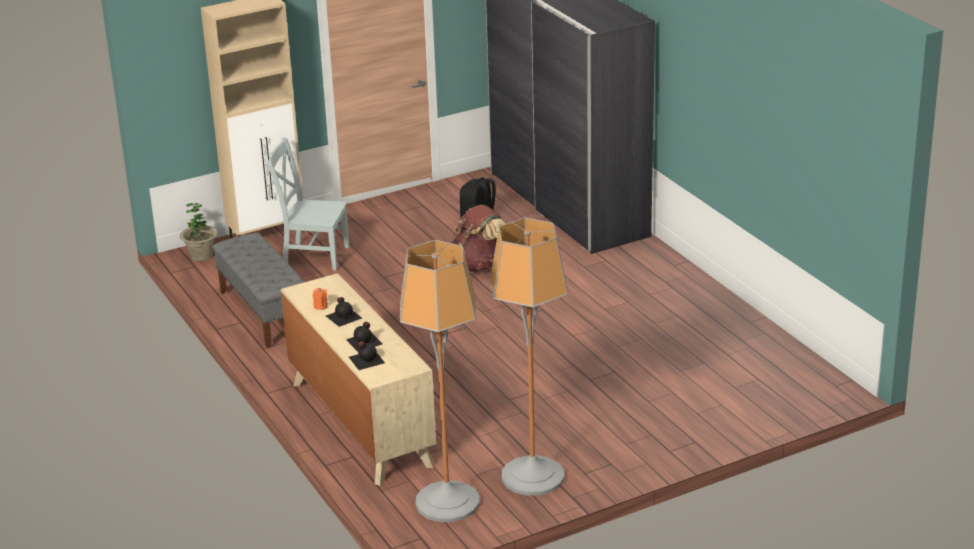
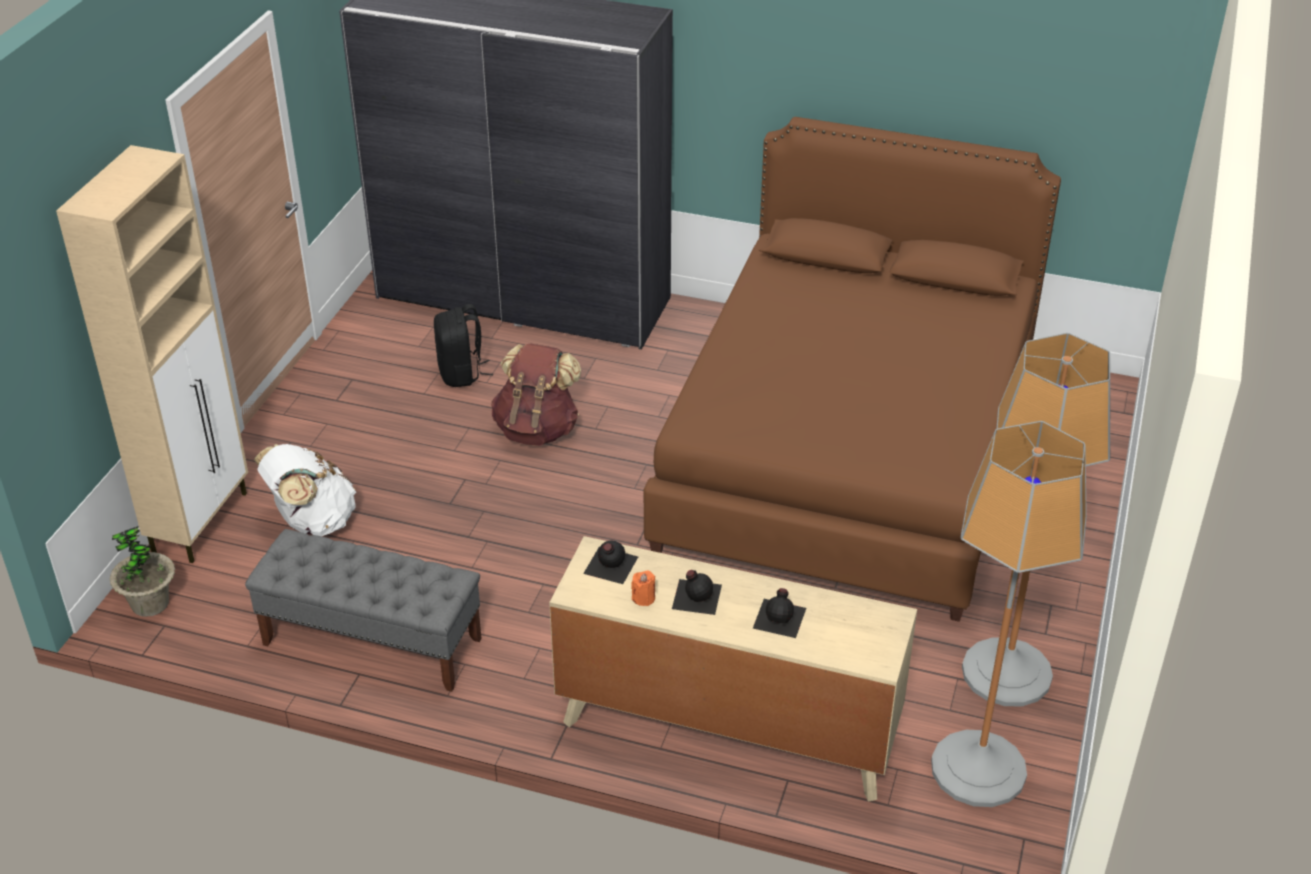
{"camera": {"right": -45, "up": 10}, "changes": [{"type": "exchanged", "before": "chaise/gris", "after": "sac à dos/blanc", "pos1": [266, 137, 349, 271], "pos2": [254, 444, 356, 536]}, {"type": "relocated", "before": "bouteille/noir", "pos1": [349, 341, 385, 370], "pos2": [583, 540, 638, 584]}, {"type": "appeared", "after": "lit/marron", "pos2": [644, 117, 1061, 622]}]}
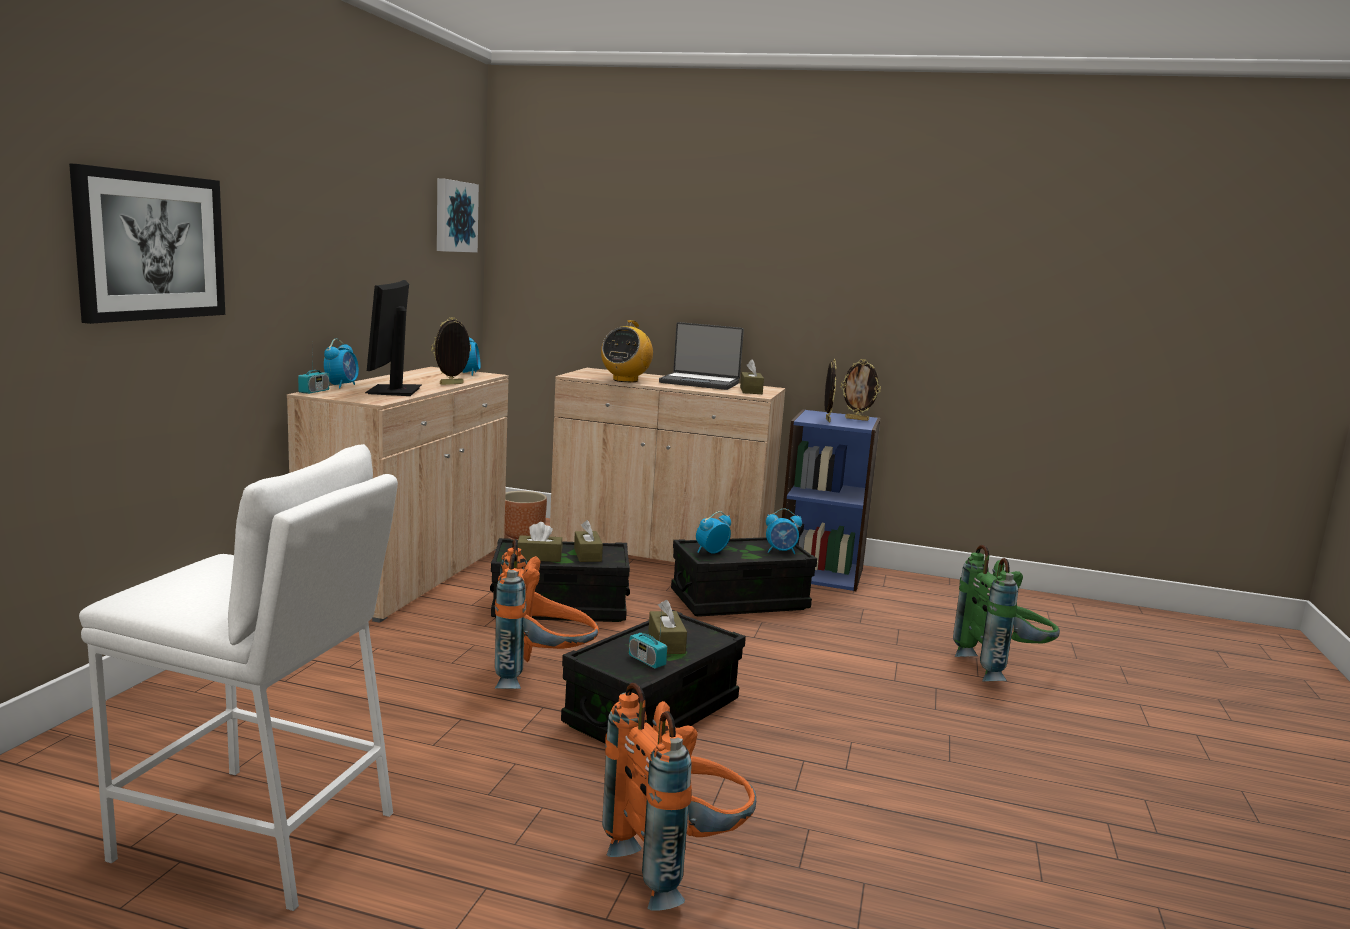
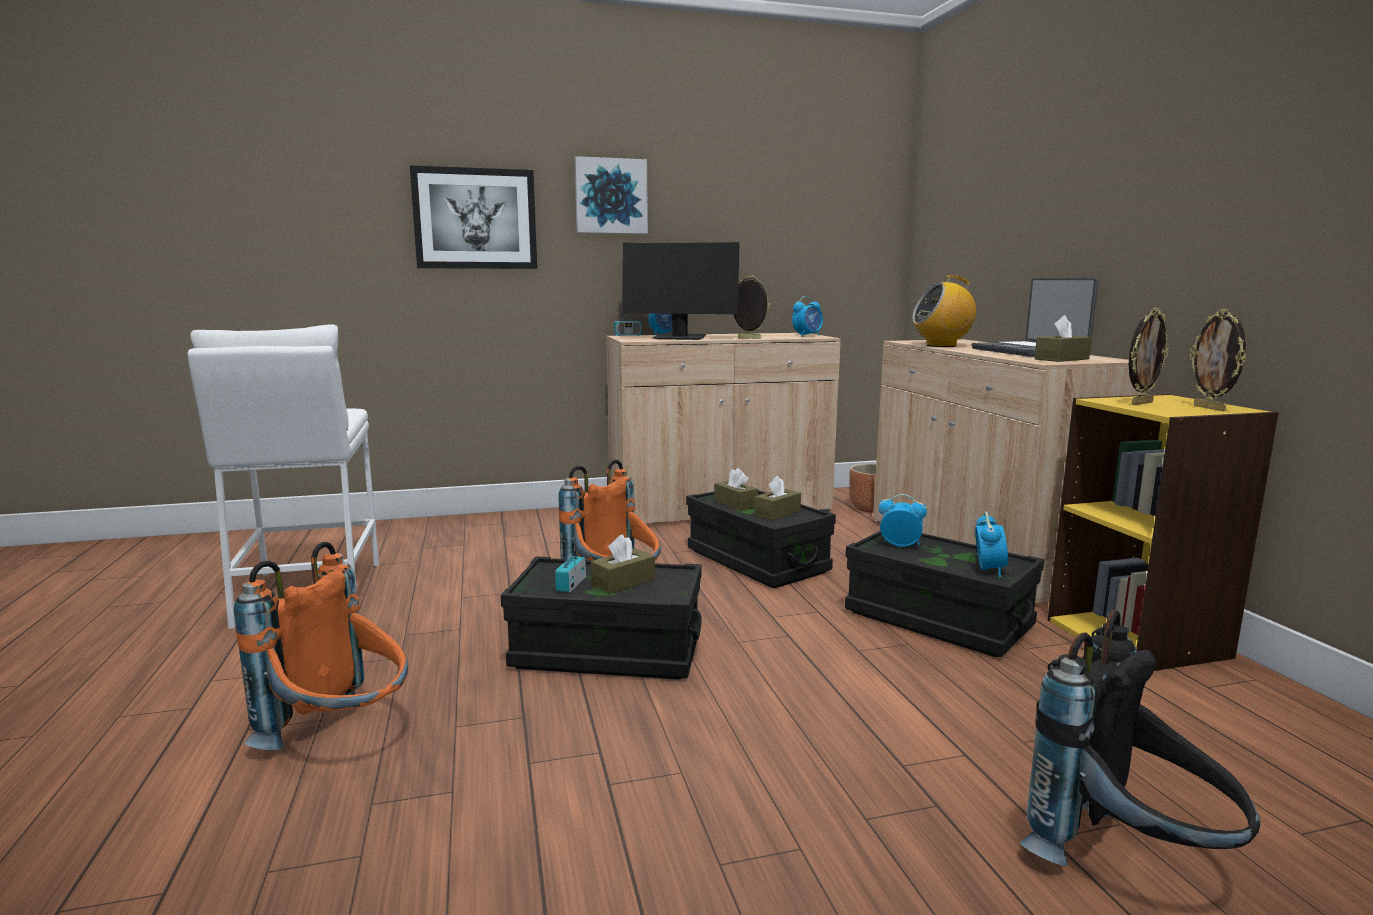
{"camera": {"right": 60, "up": 0}, "changes": [{"type": "spun", "before": "écran d'ordinateur", "pos1": [365, 280, 422, 396], "pos2": [622, 242, 739, 340], "turn": -135}, {"type": "relocated", "before": "tableau", "pos1": [437, 178, 479, 252], "pos2": [575, 156, 648, 234]}, {"type": "spun", "before": "réveil", "pos1": [766, 508, 802, 554], "pos2": [975, 511, 1008, 577], "turn": -135}, {"type": "colour", "before": "bibliothèque/bleu", "after": "bibliothèque/jaune", "pos1": [782, 409, 881, 591], "pos2": [1048, 394, 1279, 671]}, {"type": "colour", "before": "sac à dos/vert", "after": "sac à dos/noir", "pos1": [953, 545, 1060, 681], "pos2": [1020, 610, 1260, 866]}]}
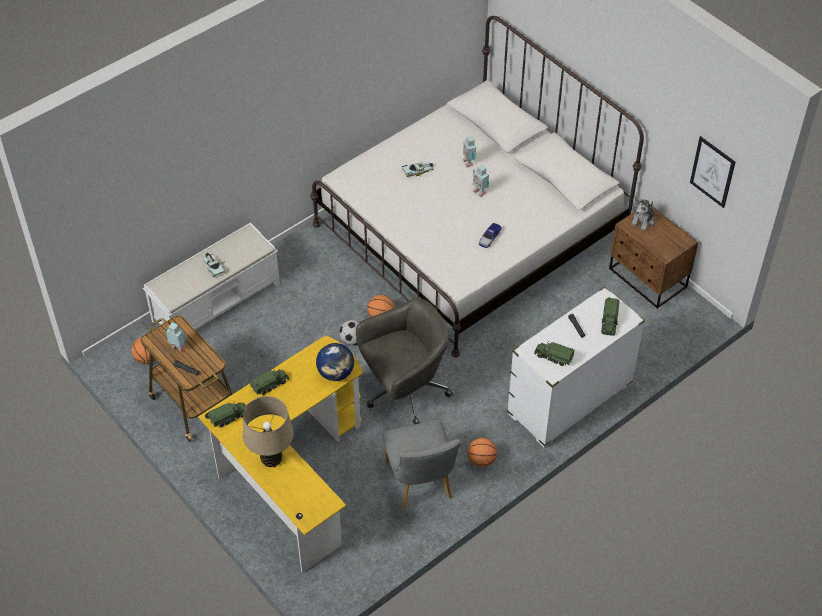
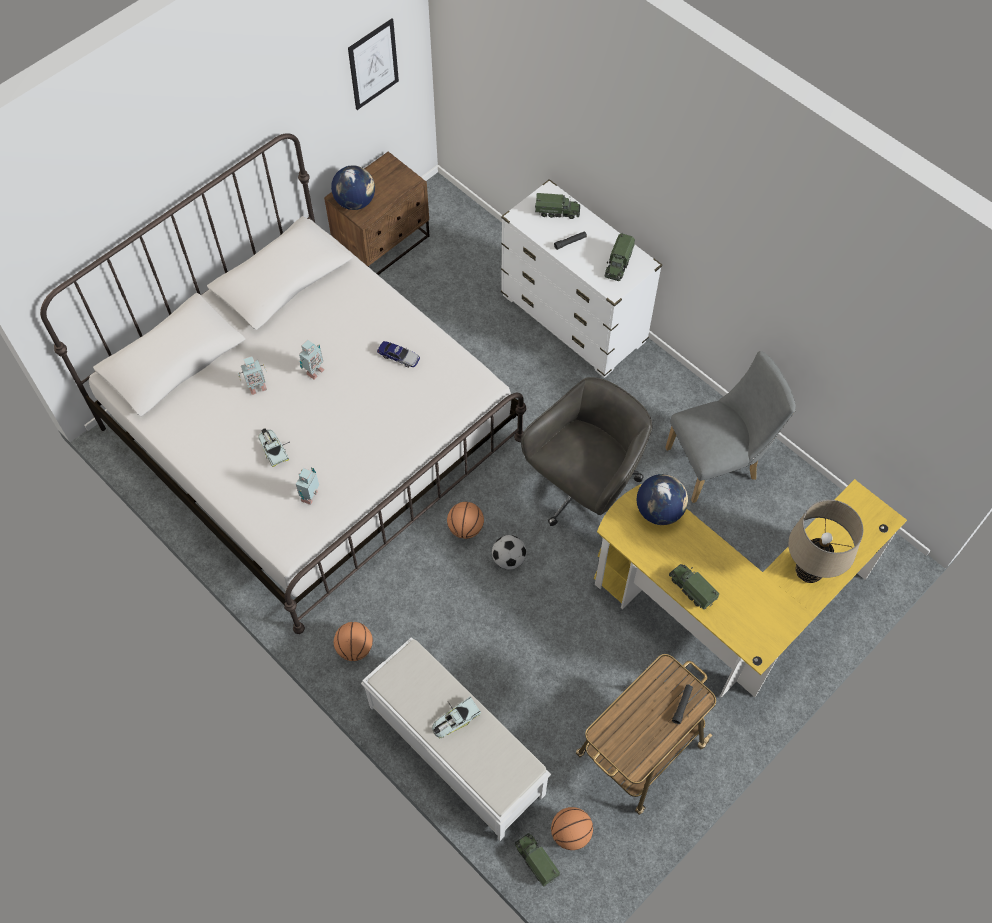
{"camera": {"right": -95, "up": 10}, "changes": [{"type": "relocated", "before": "robot jouet", "pos1": [166, 322, 186, 352], "pos2": [296, 468, 319, 505]}, {"type": "relocated", "before": "camion jouet", "pos1": [208, 402, 246, 427], "pos2": [515, 833, 560, 887]}, {"type": "spun", "before": "chaise de bureau/gris", "pos1": [356, 298, 452, 424], "pos2": [521, 377, 652, 526], "turn": 75}, {"type": "relocated", "before": "ballon de basket", "pos1": [467, 438, 497, 467], "pos2": [334, 622, 373, 661]}, {"type": "exchanged", "before": "peluche", "after": "globe", "pos1": [631, 198, 654, 231], "pos2": [331, 165, 375, 210]}]}
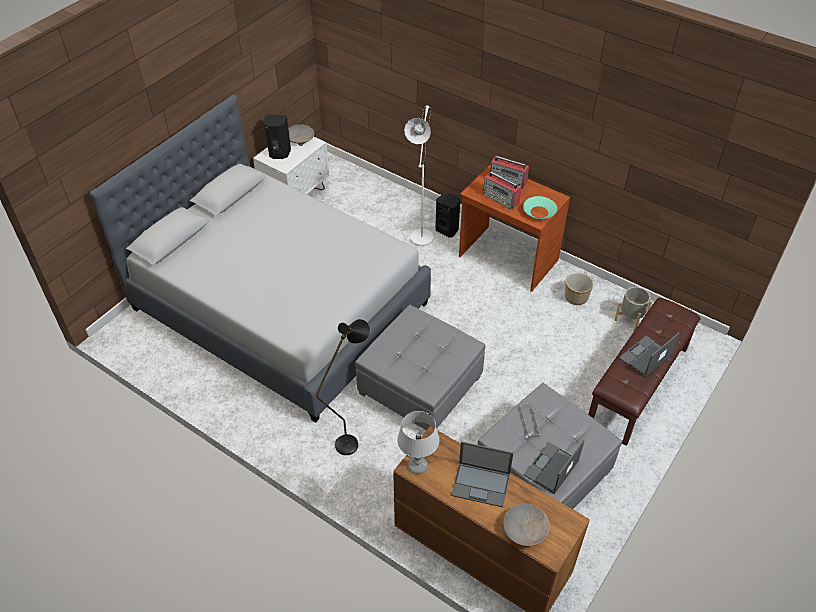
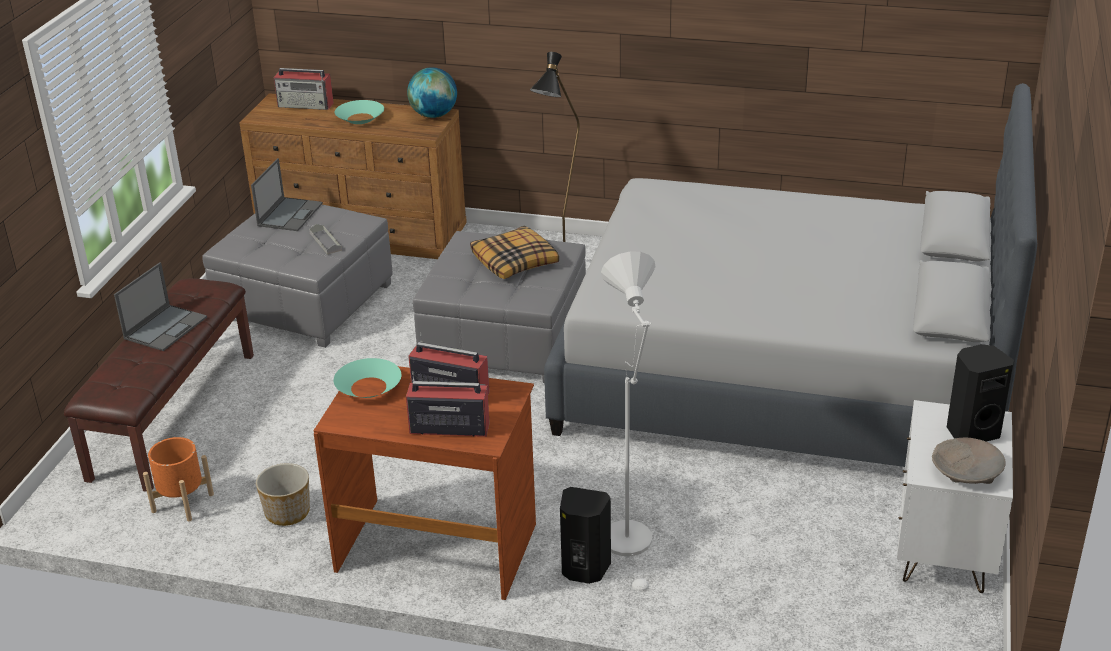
{"camera": {"right": 160, "up": -15}, "changes": [{"type": "exchanged", "before": "lampe de table/gris", "after": "globe", "pos1": [397, 411, 439, 474], "pos2": [407, 67, 457, 118]}, {"type": "exchanged", "before": "ordinateur portable", "after": "bol/turquoise", "pos1": [451, 441, 513, 507], "pos2": [335, 100, 384, 124]}, {"type": "exchanged", "before": "bol/beige", "after": "radio", "pos1": [503, 504, 550, 546], "pos2": [274, 68, 334, 110]}, {"type": "colour", "before": "cache-pot/gris", "after": "cache-pot/orange", "pos1": [614, 287, 653, 332], "pos2": [143, 437, 214, 522]}, {"type": "appeared", "after": "coussin", "pos2": [470, 226, 559, 279]}]}
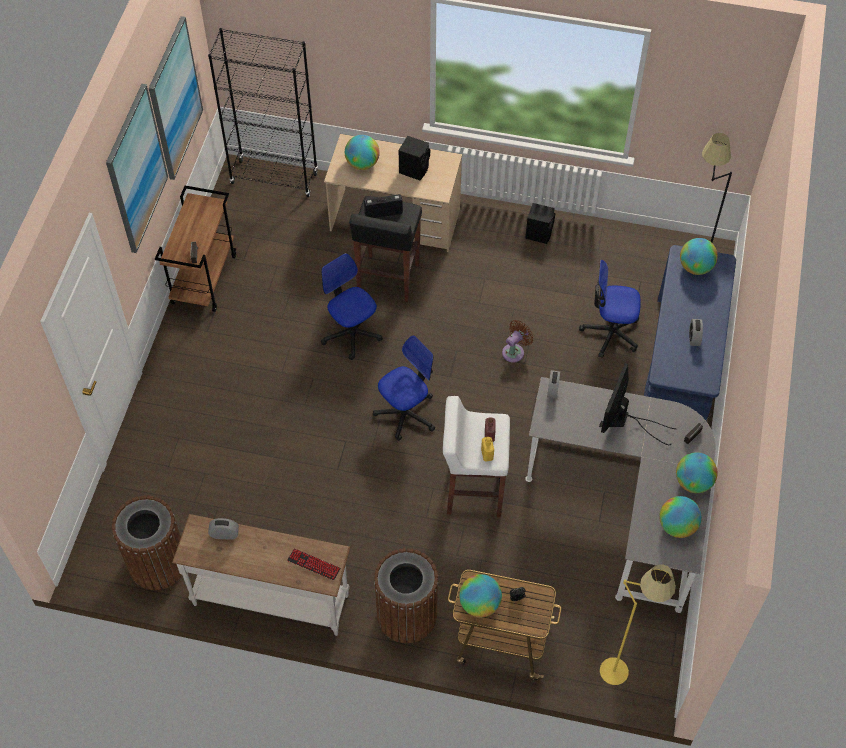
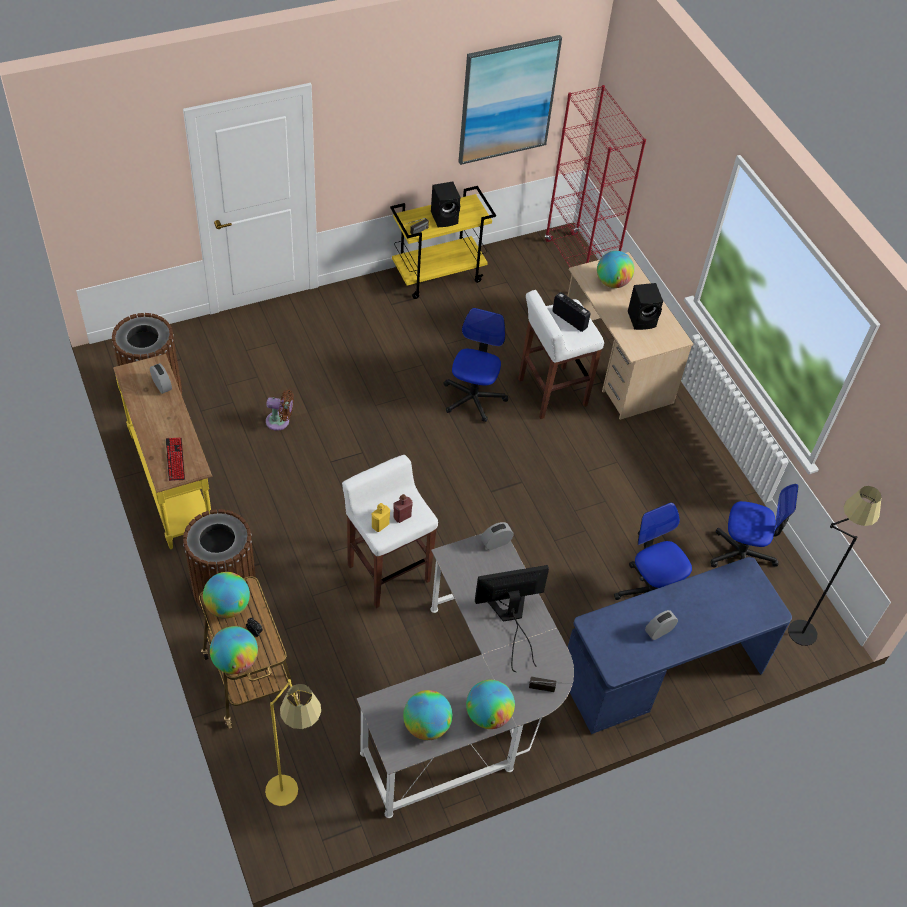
{"camera": {"right": 50, "up": -5}, "changes": [{"type": "missing", "before": "tableau", "pos1": [106, 84, 168, 253]}, {"type": "colour", "before": "chariot/marron", "after": "chariot/jaune", "pos1": [155, 186, 236, 312], "pos2": [390, 186, 496, 299]}, {"type": "colour", "before": "table console/blanc", "after": "table console/jaune", "pos1": [172, 514, 350, 636], "pos2": [113, 354, 213, 549]}, {"type": "colour", "before": "bibliothèque/noir", "after": "bibliothèque/rouge", "pos1": [208, 28, 318, 197], "pos2": [545, 85, 646, 267]}, {"type": "colour", "before": "tabouret/noir", "after": "tabouret/blanc", "pos1": [349, 196, 422, 302], "pos2": [518, 290, 604, 419]}, {"type": "relocated", "before": "chaise de bureau", "pos1": [373, 335, 435, 441], "pos2": [710, 484, 799, 567]}, {"type": "relocated", "before": "ventilateur/marron", "pos1": [502, 320, 534, 362], "pos2": [266, 390, 294, 431]}, {"type": "relocated", "before": "enceinte/noir", "pos1": [525, 203, 555, 244], "pos2": [431, 181, 460, 227]}, {"type": "relocated", "before": "globe", "pos1": [680, 238, 718, 275], "pos2": [210, 626, 258, 674]}]}
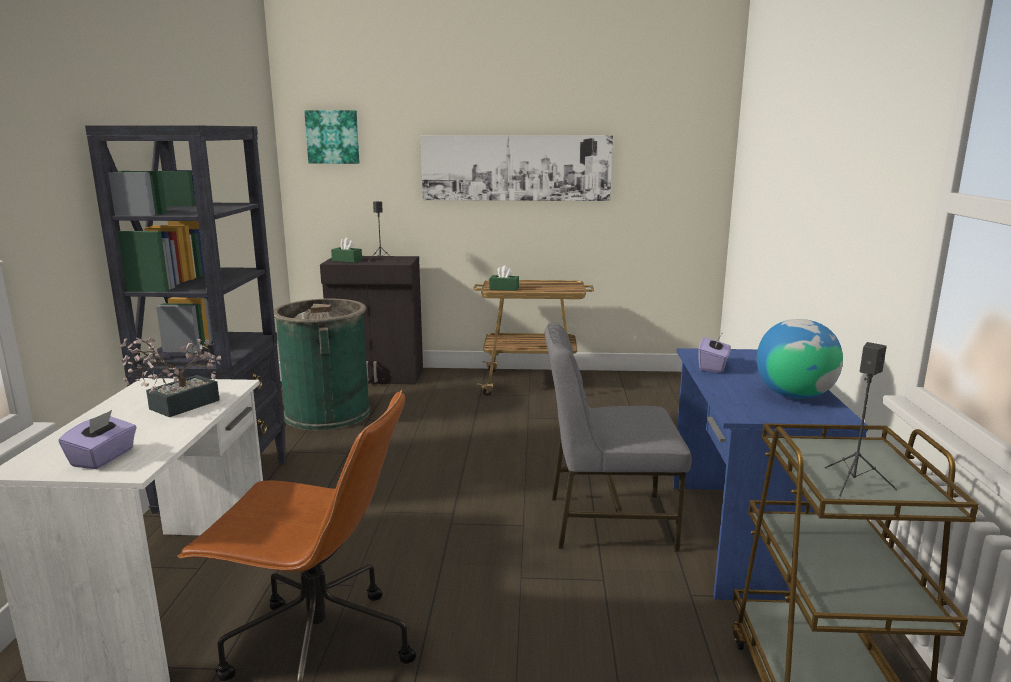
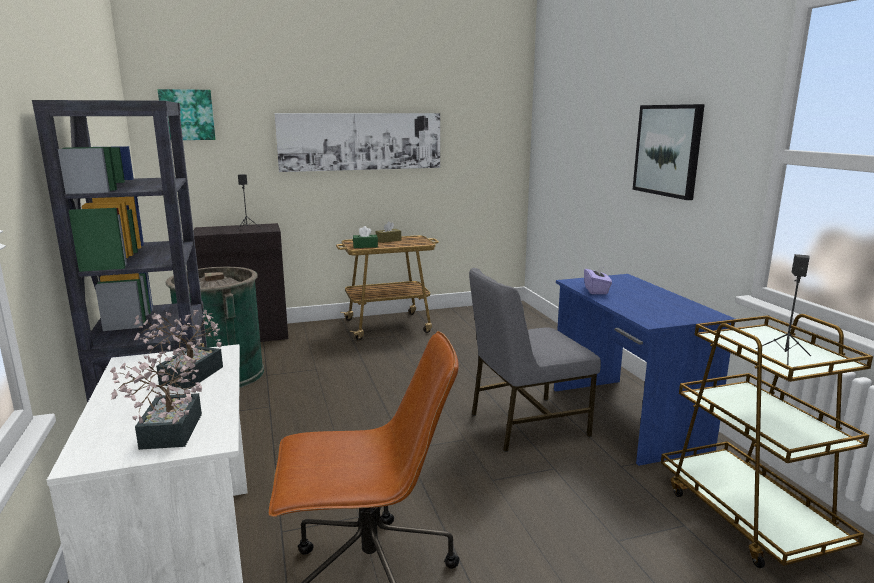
{"camera": {"right": -20, "up": 0}, "changes": [{"type": "exchanged", "before": "boîte à mouchoirs/violet", "after": "plante en pot", "pos1": [58, 410, 137, 469], "pos2": [110, 350, 202, 450]}, {"type": "missing", "before": "boîte à mouchoirs/vert", "pos1": [331, 238, 362, 263]}, {"type": "missing", "before": "globe", "pos1": [757, 319, 843, 399]}, {"type": "appeared", "after": "boîte à mouchoirs/marron", "pos2": [376, 221, 401, 243]}, {"type": "appeared", "after": "tableau", "pos2": [633, 104, 705, 200]}]}
